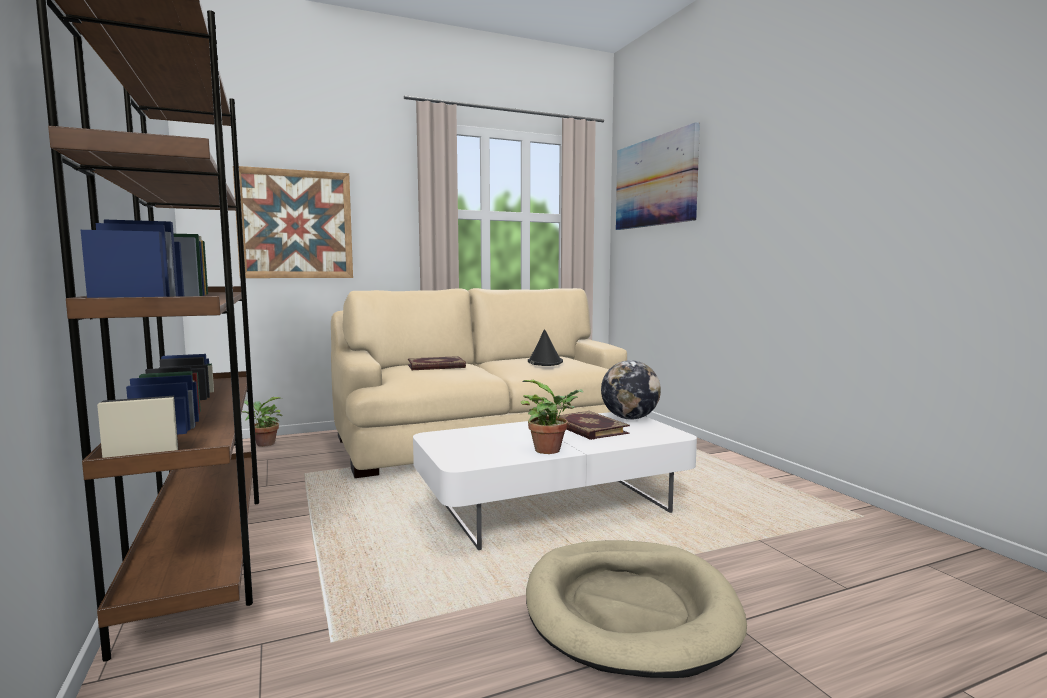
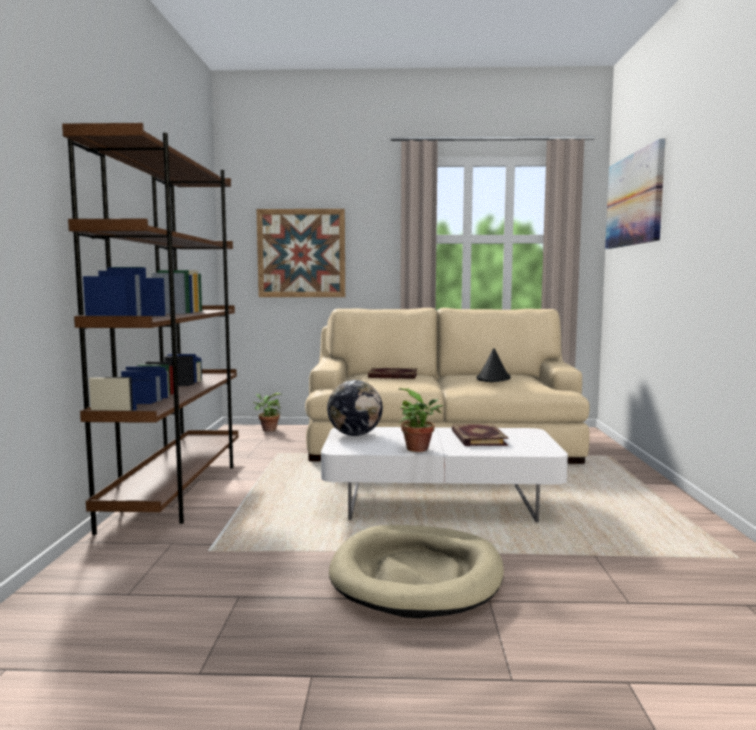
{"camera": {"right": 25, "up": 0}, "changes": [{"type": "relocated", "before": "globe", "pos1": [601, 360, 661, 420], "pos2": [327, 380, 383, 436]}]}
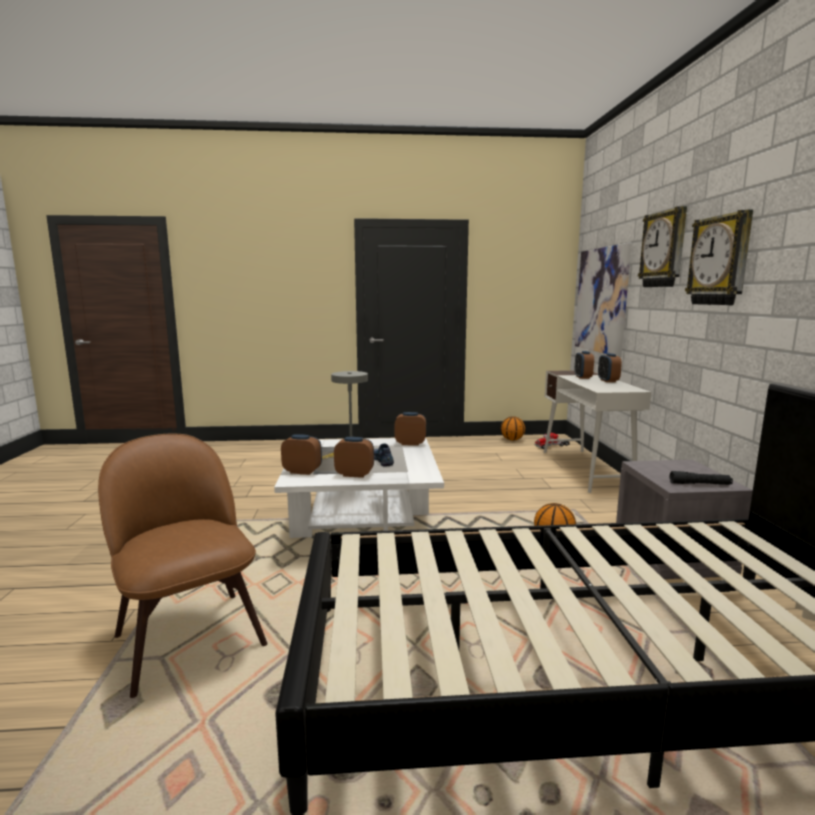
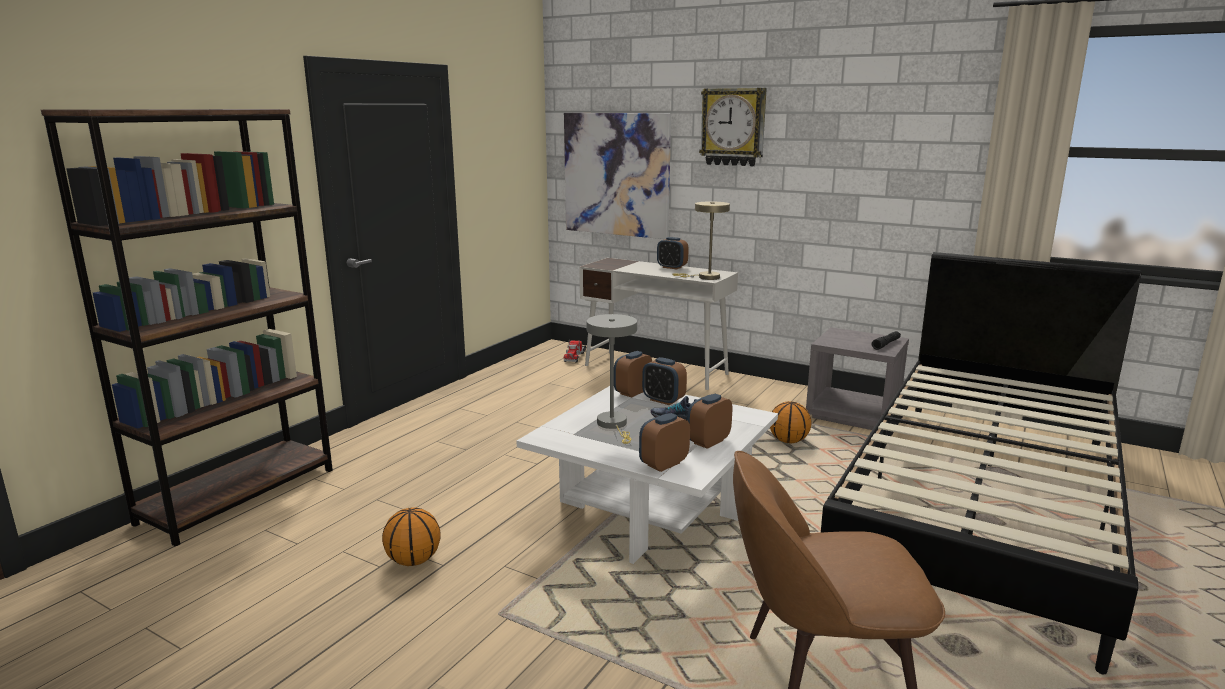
{"camera": {"right": -55, "up": 5}, "changes": [{"type": "relocated", "before": "ballon de basket", "pos1": [501, 416, 525, 441], "pos2": [382, 507, 441, 566]}, {"type": "relocated", "before": "réveil", "pos1": [574, 351, 594, 379], "pos2": [642, 357, 687, 405]}, {"type": "missing", "before": "horloge murale", "pos1": [685, 209, 753, 305]}, {"type": "appeared", "after": "bibliothèque/marron", "pos2": [41, 109, 333, 547]}, {"type": "appeared", "after": "lampe de table/beige", "pos2": [673, 201, 730, 280]}]}
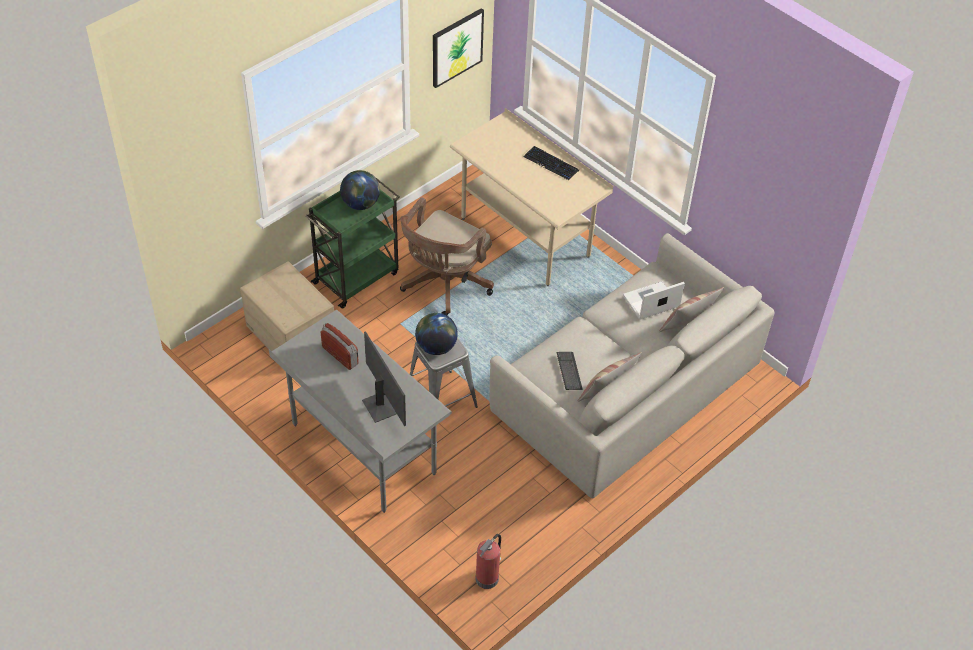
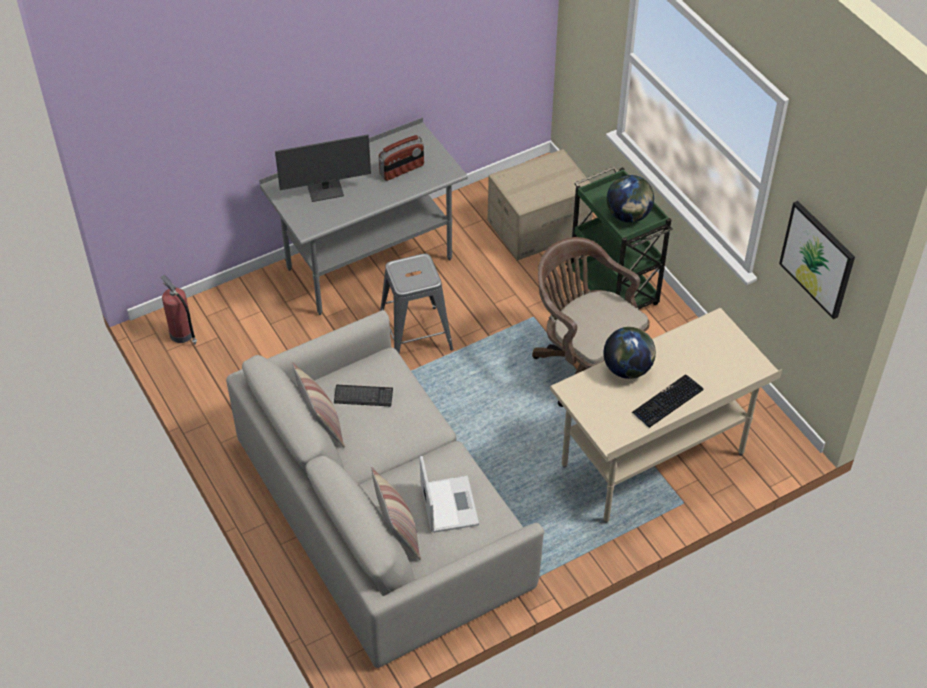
{"camera": {"right": 105, "up": 0}, "changes": [{"type": "relocated", "before": "globe", "pos1": [415, 313, 458, 355], "pos2": [603, 327, 656, 379]}]}
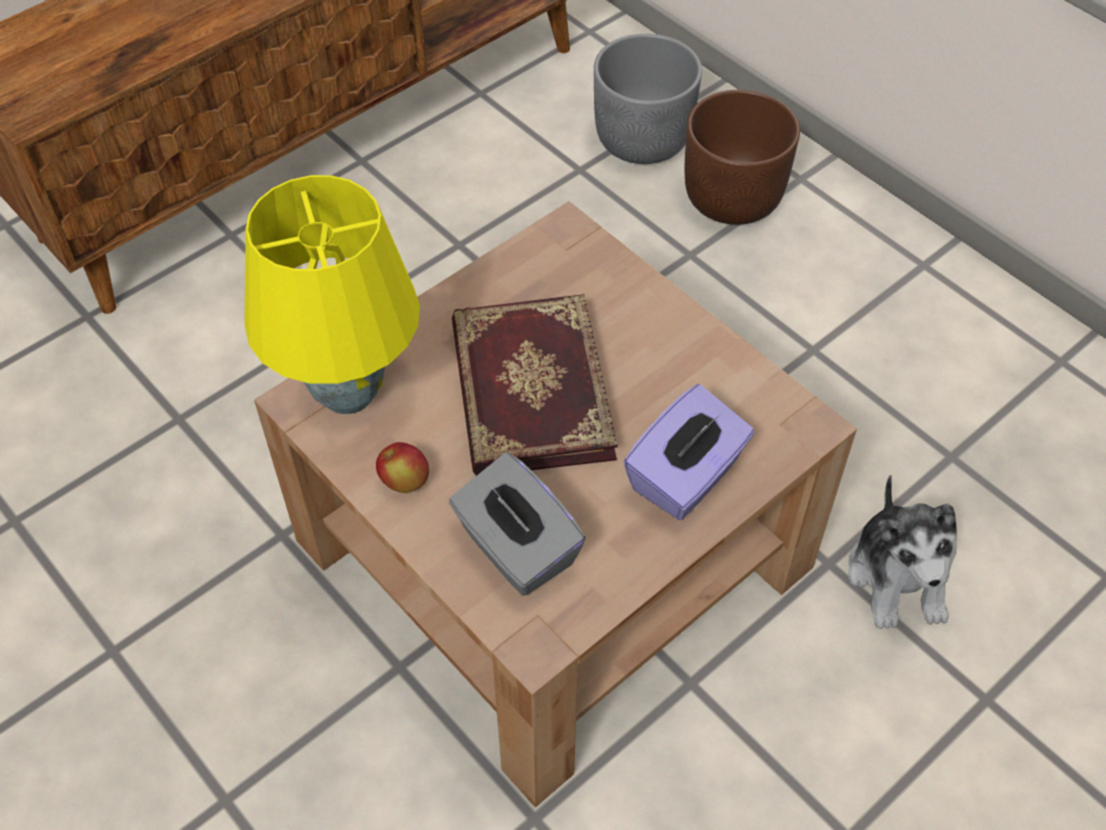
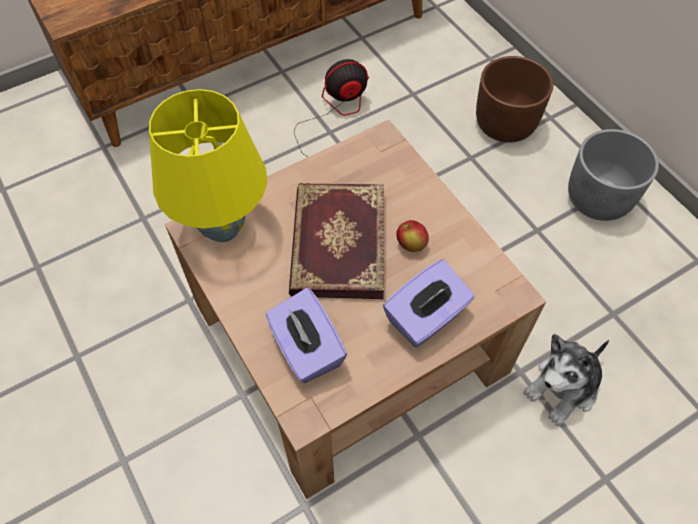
{"camera": {"right": 10, "up": 5}, "changes": [{"type": "relocated", "before": "pomme", "pos1": [376, 442, 429, 493], "pos2": [396, 220, 429, 252]}, {"type": "colour", "before": "boîte à mouchoirs/gris", "after": "boîte à mouchoirs/violet", "pos1": [449, 453, 586, 596], "pos2": [265, 288, 347, 383]}, {"type": "relocated", "before": "cache-pot/gris", "pos1": [594, 34, 702, 164], "pos2": [568, 129, 659, 221]}, {"type": "spun", "before": "peluche", "pos1": [848, 475, 957, 630], "pos2": [524, 334, 609, 426], "turn": 45}, {"type": "appeared", "after": "ventilateur", "pos2": [294, 59, 369, 157]}]}
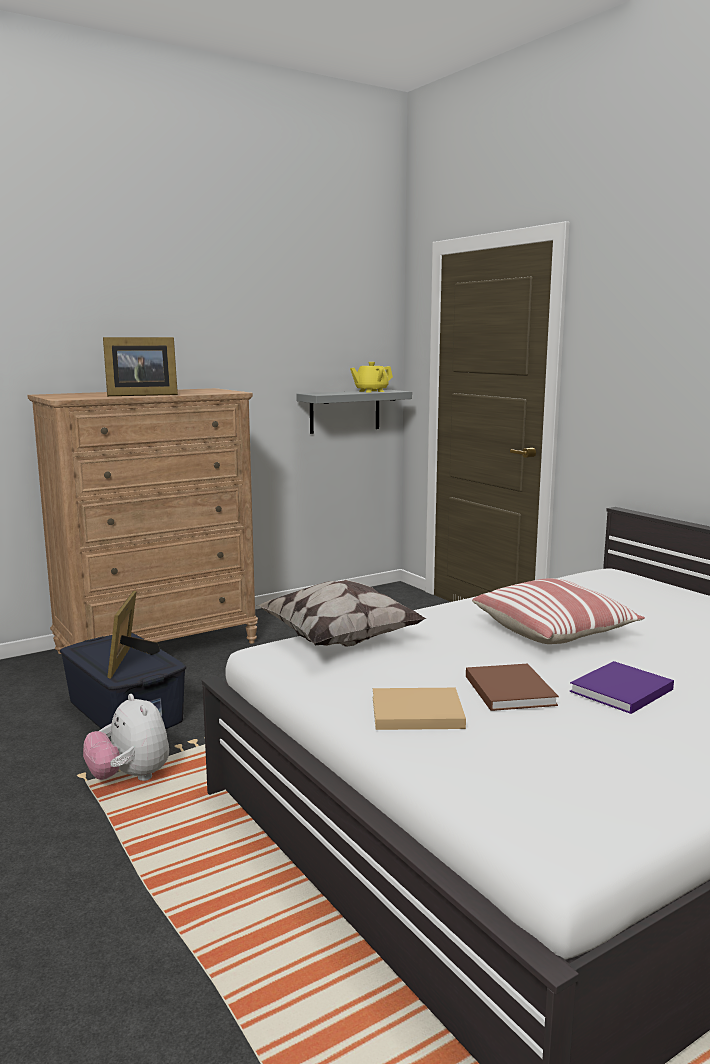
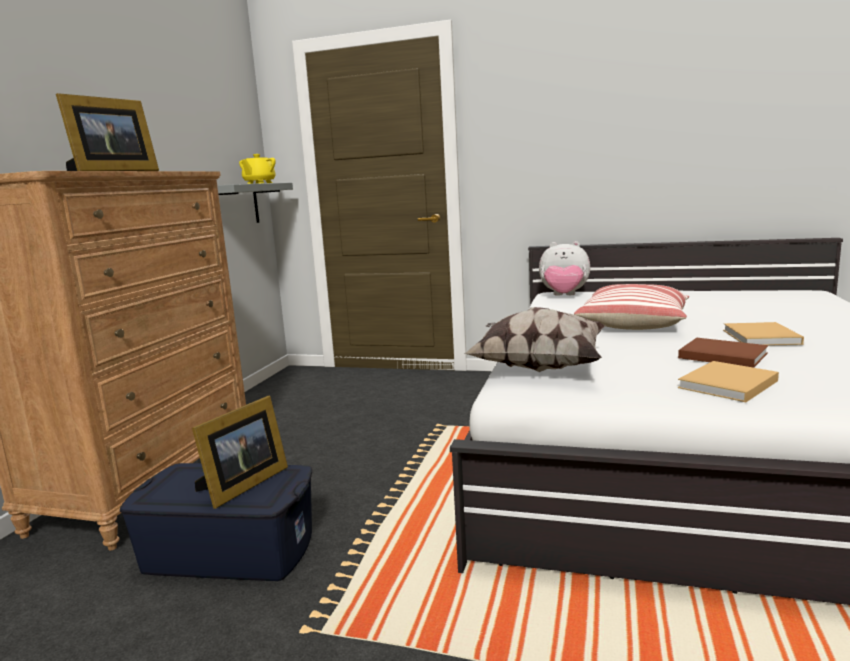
{"camera": {"right": -40, "up": 0}, "changes": [{"type": "relocated", "before": "peluche", "pos1": [83, 694, 169, 781], "pos2": [539, 241, 590, 296]}, {"type": "spun", "before": "cadre photo", "pos1": [107, 591, 160, 678], "pos2": [192, 396, 288, 509], "turn": -105}, {"type": "colour", "before": "livre/violet", "after": "livre/beige", "pos1": [570, 661, 674, 714], "pos2": [723, 322, 804, 346]}]}
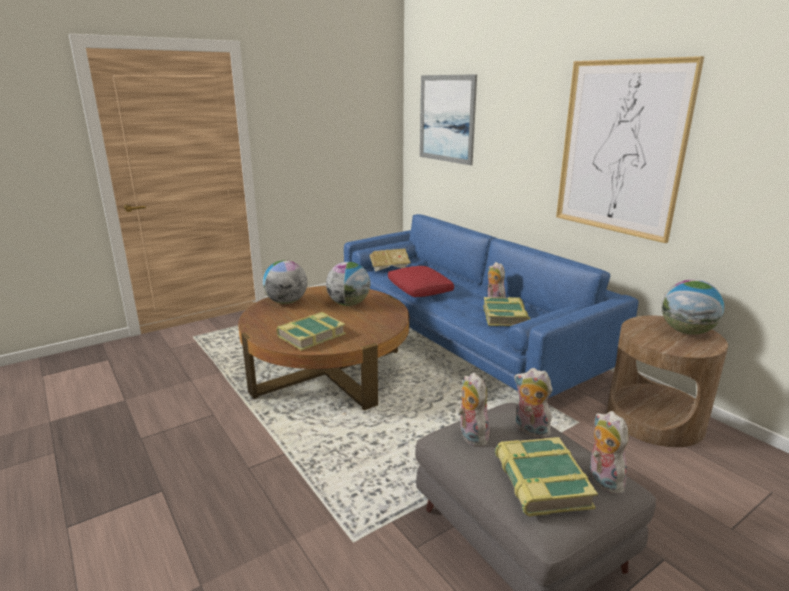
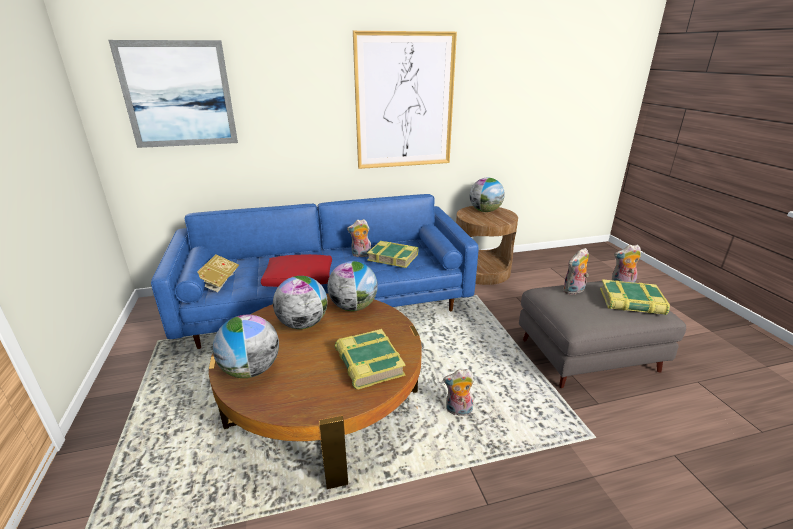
{"camera": {"right": -70, "up": 5}, "changes": [{"type": "relocated", "before": "peluche", "pos1": [458, 372, 489, 447], "pos2": [443, 369, 474, 416]}, {"type": "appeared", "after": "globe", "pos2": [327, 261, 378, 311]}]}
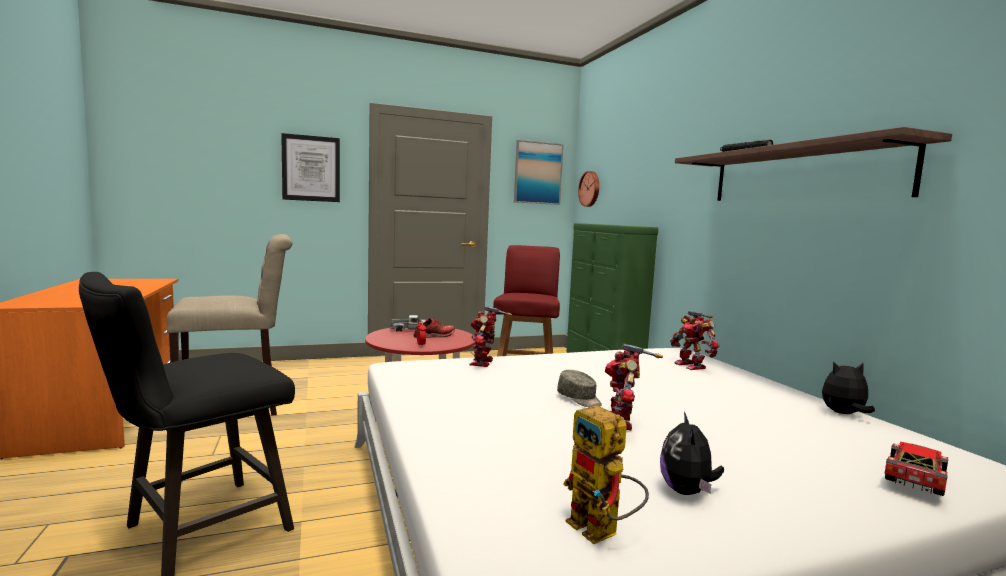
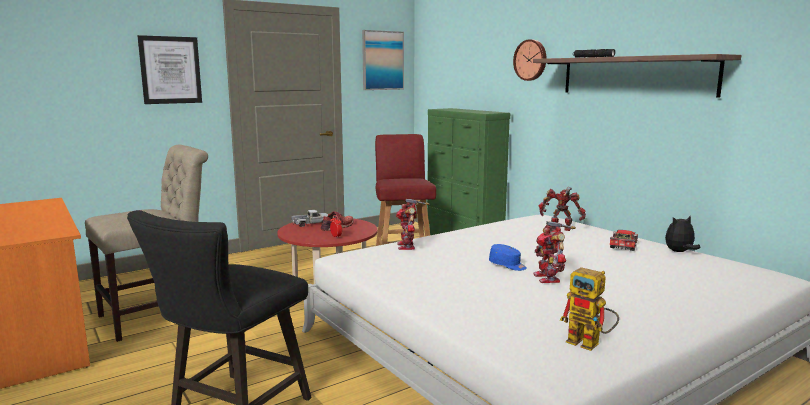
{"camera": {"right": -15, "up": 5}, "changes": [{"type": "colour", "before": "casquette/gris", "after": "casquette/bleu", "pos1": [557, 370, 602, 407], "pos2": [489, 244, 527, 271]}, {"type": "relocated", "before": "horloge murale", "pos1": [578, 171, 599, 207], "pos2": [513, 39, 547, 81]}, {"type": "missing", "before": "peluche", "pos1": [660, 412, 724, 495]}, {"type": "spun", "before": "robot jouet", "pos1": [670, 311, 719, 370], "pos2": [538, 187, 586, 231], "turn": 150}, {"type": "relocated", "before": "petite voiture", "pos1": [884, 442, 948, 496], "pos2": [610, 230, 638, 251]}]}
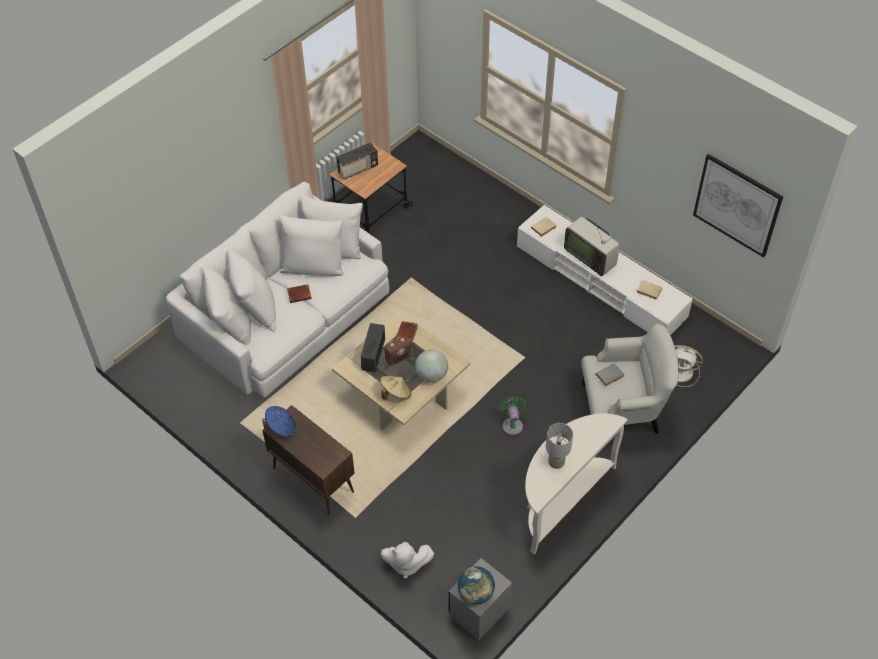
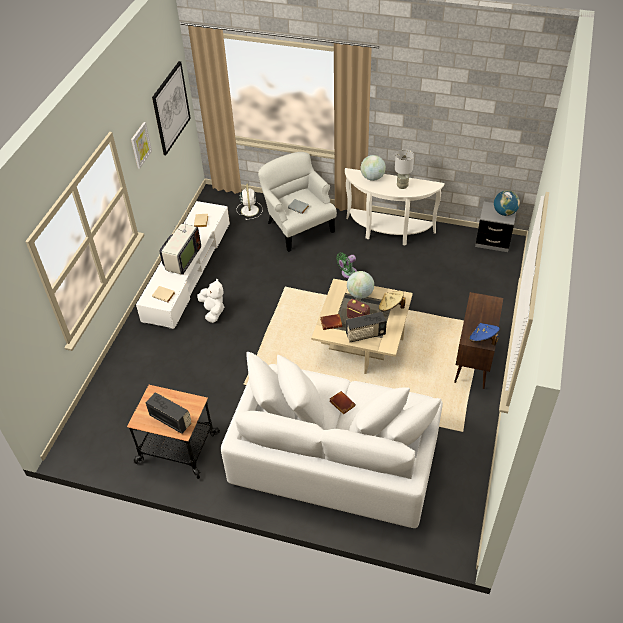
{"camera": {"right": -115, "up": -5}, "changes": [{"type": "relocated", "before": "peluche/blanc", "pos1": [381, 542, 434, 578], "pos2": [197, 279, 225, 323]}, {"type": "appeared", "after": "tableau", "pos2": [131, 122, 152, 169]}, {"type": "appeared", "after": "globe", "pos2": [360, 155, 386, 181]}]}
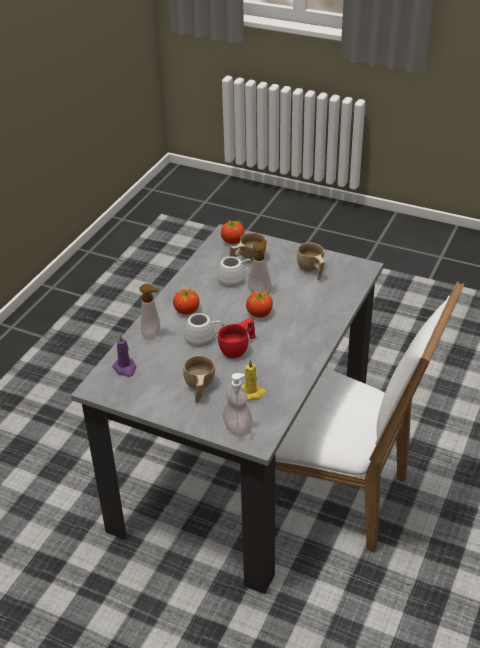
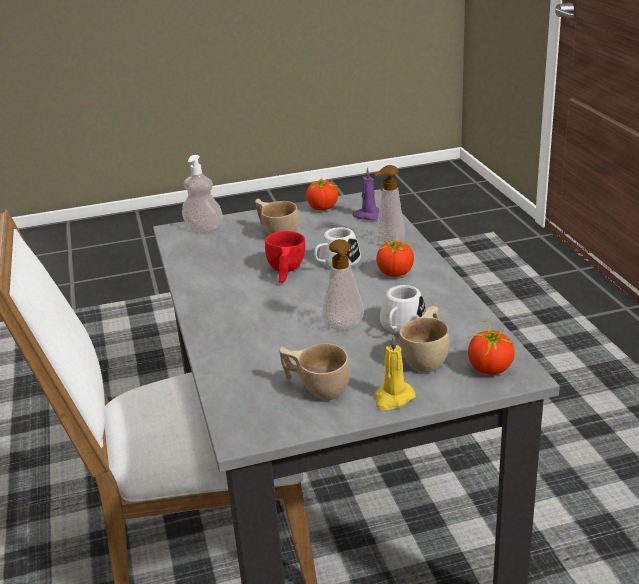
{"camera": {"right": 140, "up": -10}, "changes": [{"type": "relocated", "before": "bougie/jaune", "pos1": [241, 359, 266, 401], "pos2": [374, 335, 416, 410]}, {"type": "relocated", "before": "tomate", "pos1": [246, 287, 274, 318], "pos2": [306, 179, 338, 210]}]}
